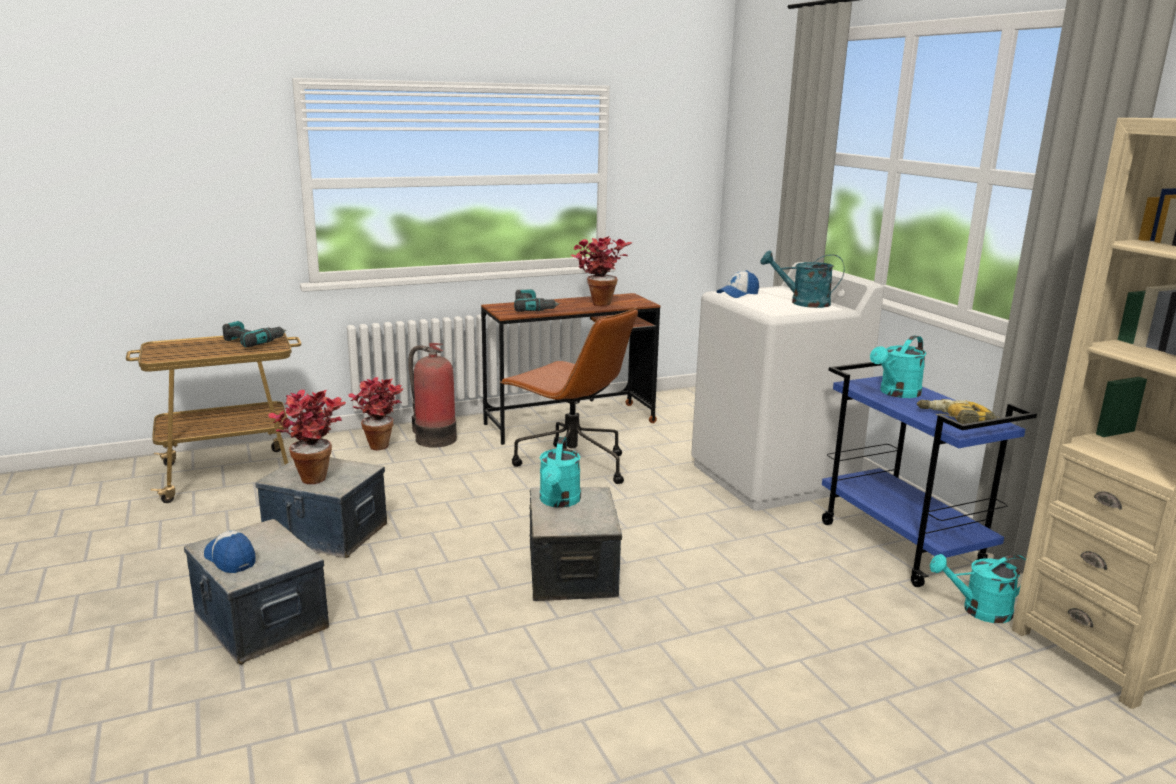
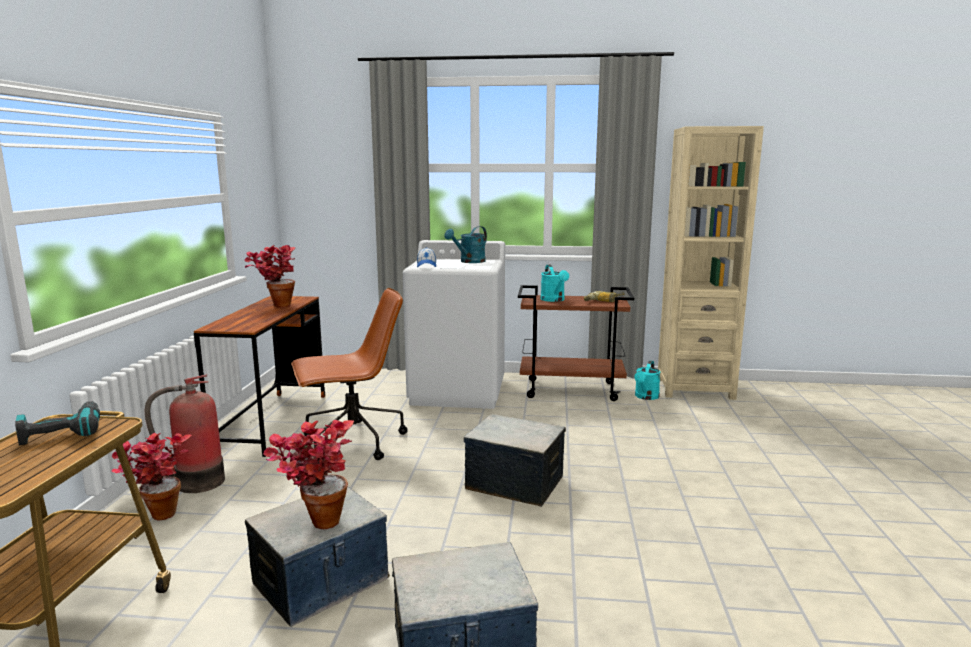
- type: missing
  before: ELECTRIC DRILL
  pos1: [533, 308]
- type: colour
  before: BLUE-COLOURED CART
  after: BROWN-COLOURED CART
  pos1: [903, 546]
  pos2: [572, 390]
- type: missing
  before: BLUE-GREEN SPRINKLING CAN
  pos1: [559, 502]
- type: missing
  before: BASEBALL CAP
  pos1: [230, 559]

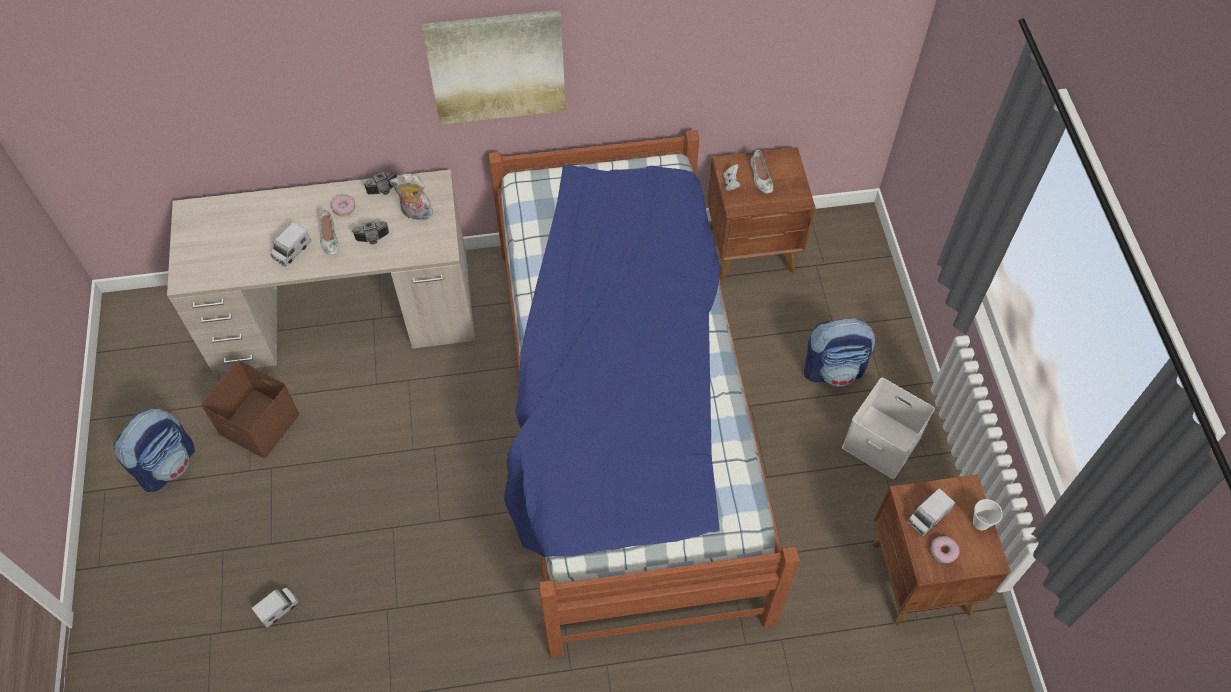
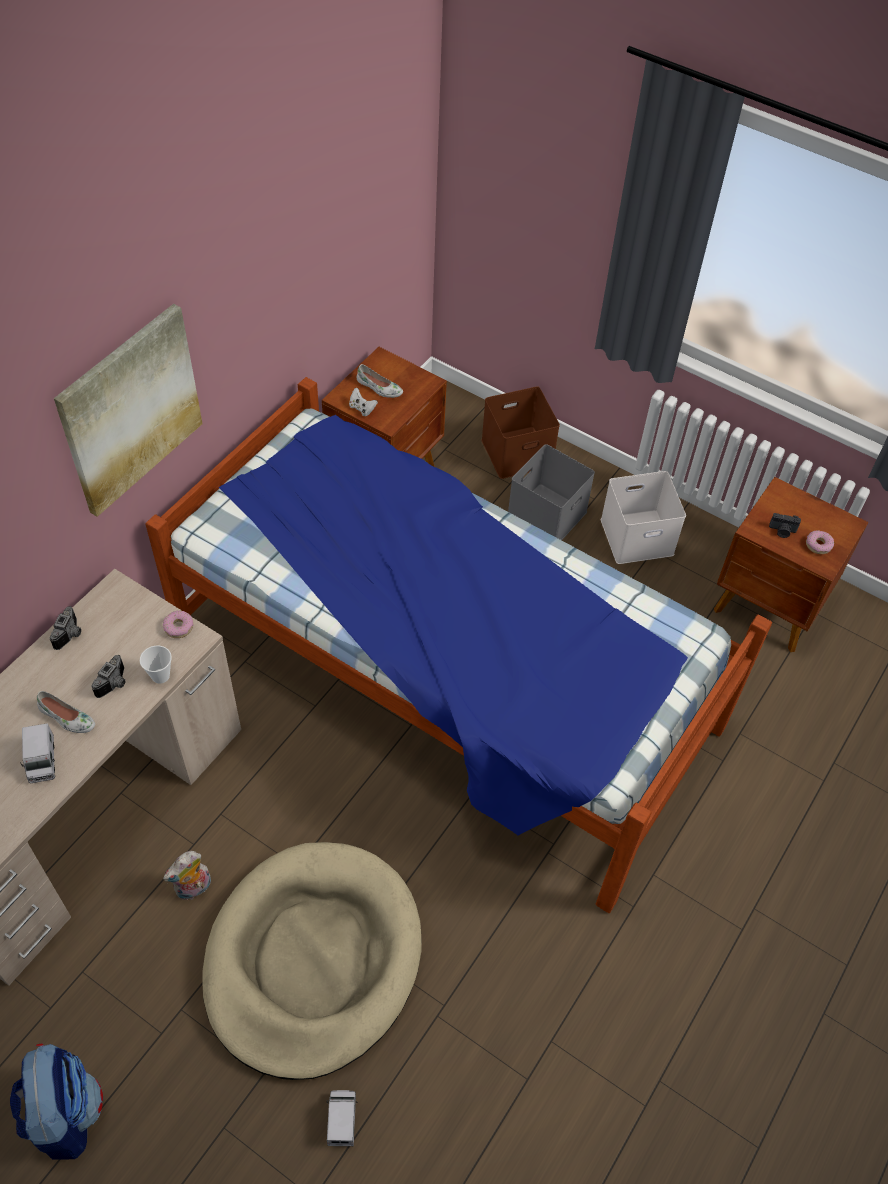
- type: relocated
  before: PLUSH TOY
  pos1: [415, 214]
  pos2: [193, 889]
- type: relocated
  before: DONUT
  pos1: [344, 208]
  pos2: [178, 627]
- type: exchanged
  before: RUCKSACK
  after: GRAY STORAGE BIN
  pos1: [834, 369]
  pos2: [546, 513]
- type: relocated
  before: BROWN-COLOURED STORAGE BIN
  pos1: [261, 422]
  pos2: [517, 451]
- type: exchanged
  before: TOY TRUCK
  after: PHOTO CAMERA
  pos1: [928, 517]
  pos2: [782, 531]
- type: relocated
  before: DRINKING CUP
  pos1: [980, 523]
  pos2: [160, 676]
- type: appeared
  after: BEIGE-COLOURED DOG CUSHION
  pos2: [313, 960]

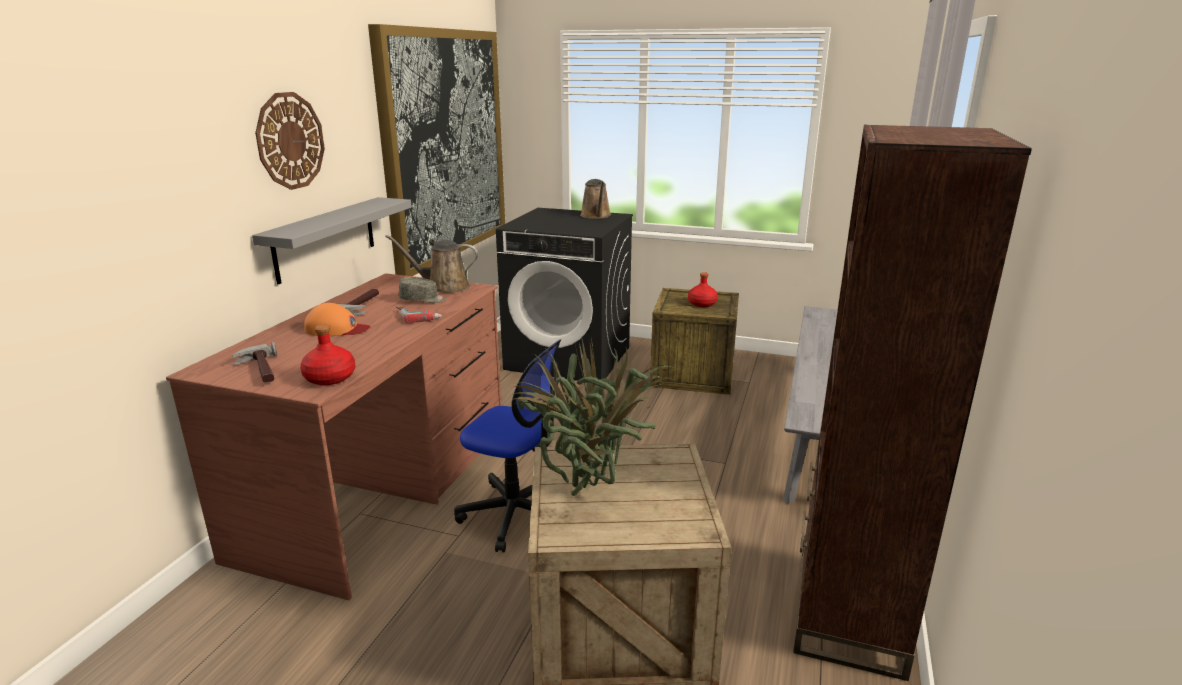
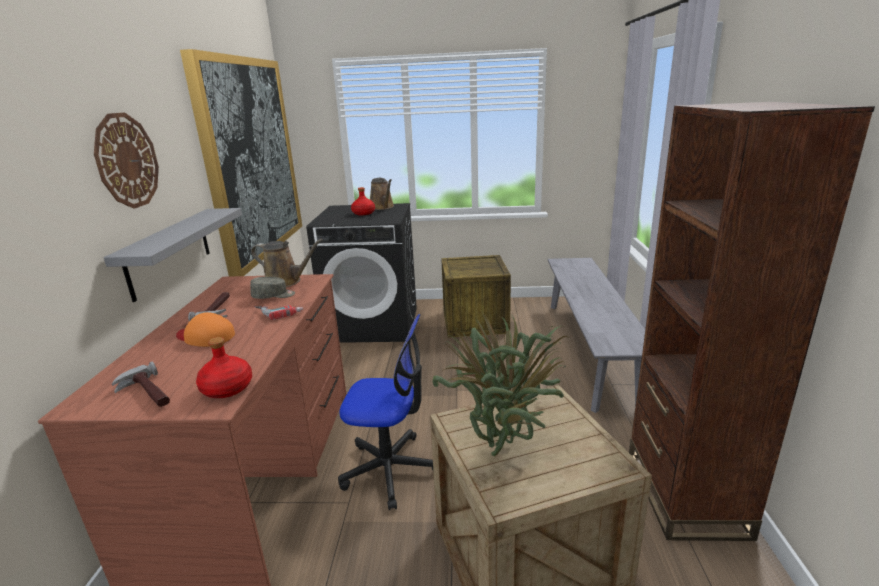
- type: spun
  before: BROWN-COLOURED SPRINKLING CAN
  pos1: [444, 287]
  pos2: [285, 282]
  turn: -150
- type: relocated
  before: RED DRINK BOTTLE
  pos1: [702, 304]
  pos2: [363, 213]
- type: spun
  before: ORANGEY BASEBALL CAP
  pos1: [336, 329]
  pos2: [205, 336]
  turn: -150

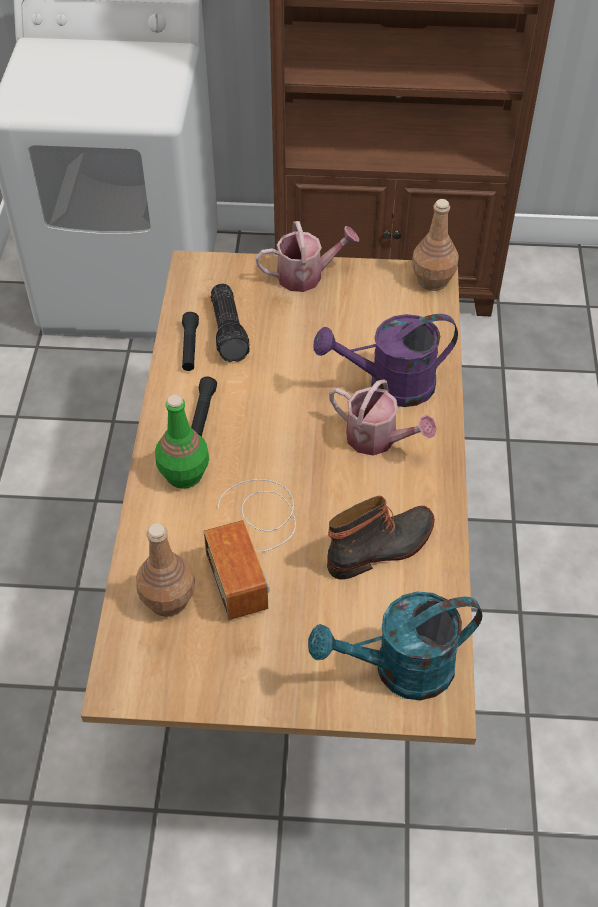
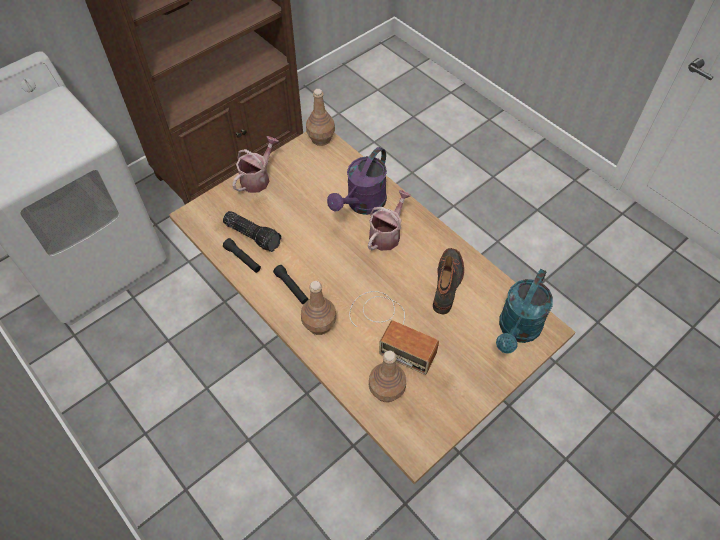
- type: spun
  before: SPRINKLING CAN
  pos1: [378, 439]
  pos2: [387, 234]
  turn: -45
- type: colour
  before: GREEN-COLOURED DRINK BOTTLE
  after: BROWN-COLOURED DRINK BOTTLE
  pos1: [183, 474]
  pos2: [319, 325]

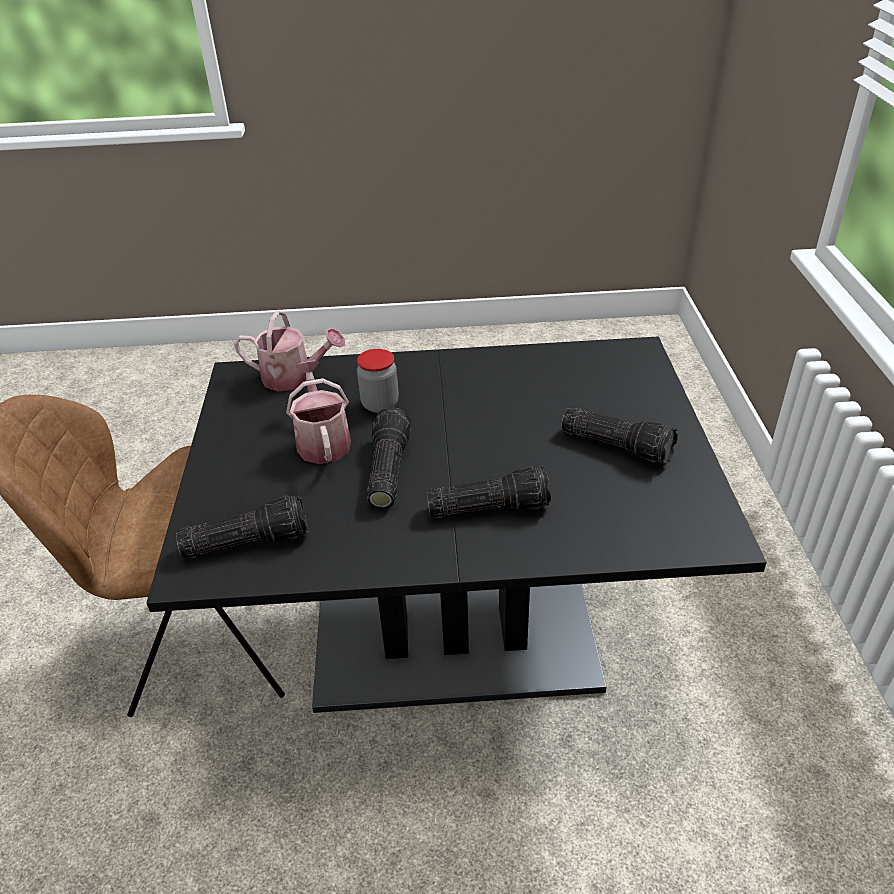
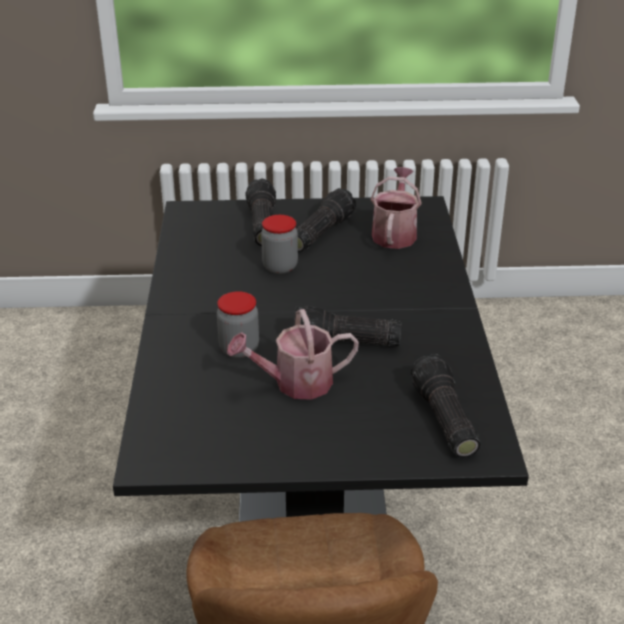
- type: relocated
  before: SPRINKLING CAN
  pos1: [294, 377]
  pos2: [395, 233]
- type: relocated
  before: TORCH
  pos1: [489, 506]
  pos2: [261, 224]
- type: appeared
  after: STORAGE JAR
  pos2: [280, 267]

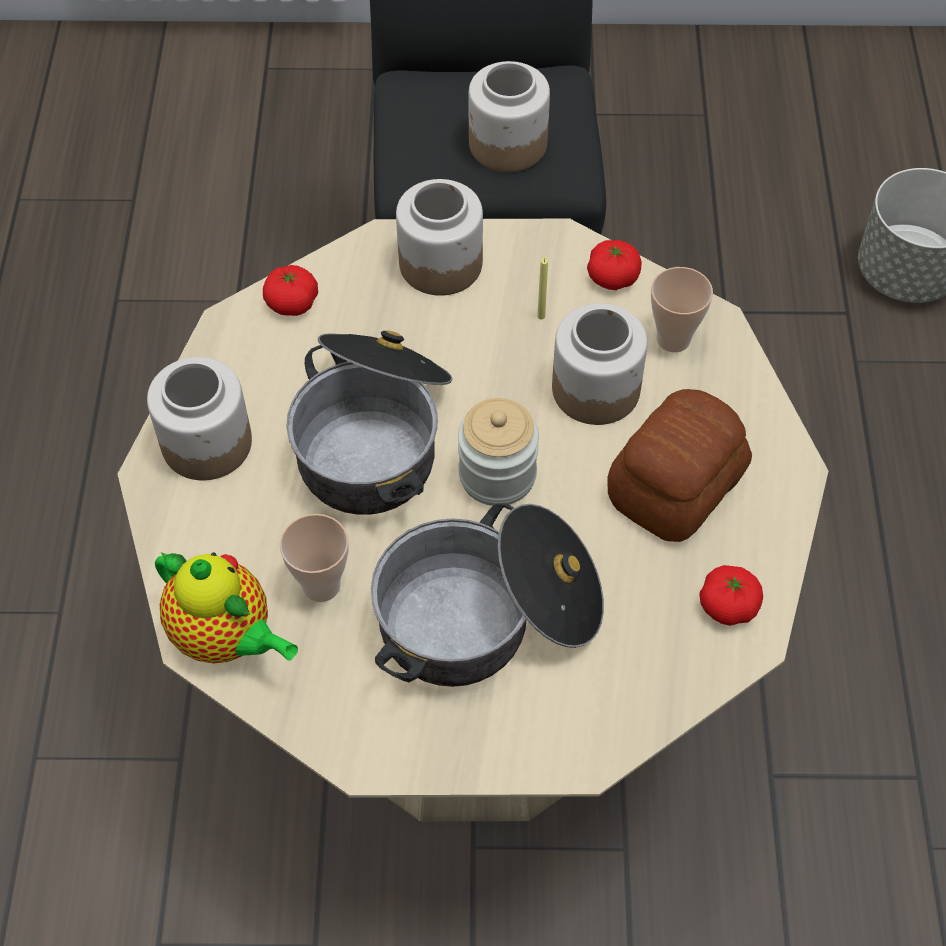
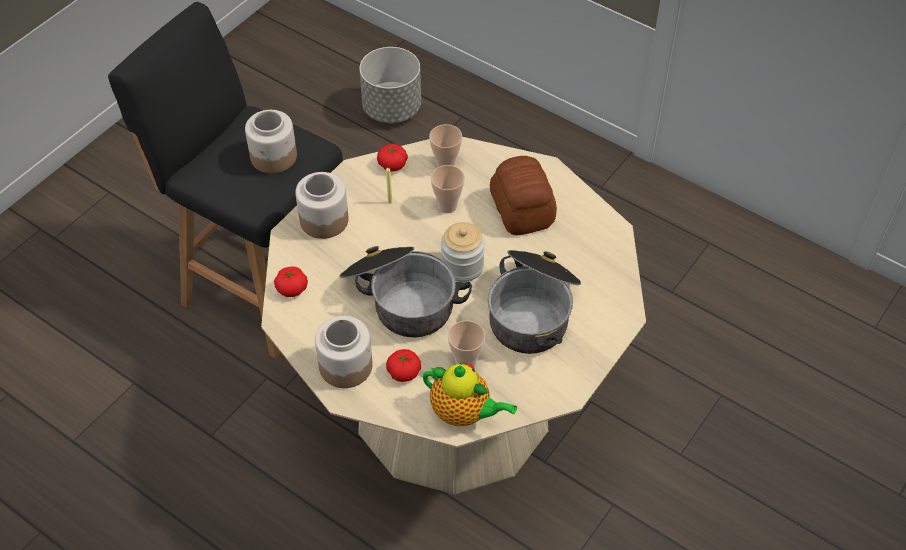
- type: exchanged
  before: STORAGE JAR
  after: DRINKING CUP
  pos1: [596, 388]
  pos2: [447, 206]
- type: spun
  before: TEA POT
  pos1: [227, 637]
  pos2: [464, 413]
  turn: 45
- type: relocated
  before: WHOLE TOMATO
  pos1: [728, 606]
  pos2: [404, 372]

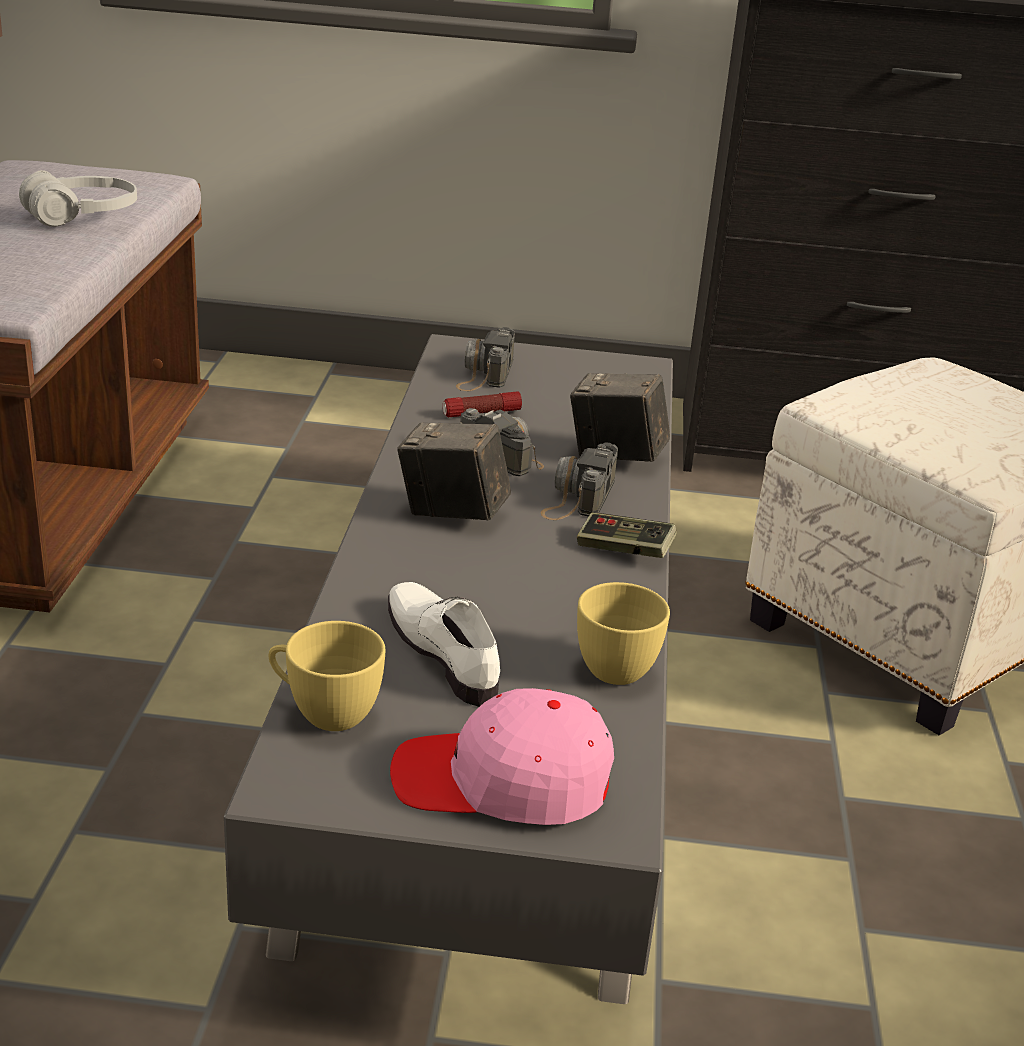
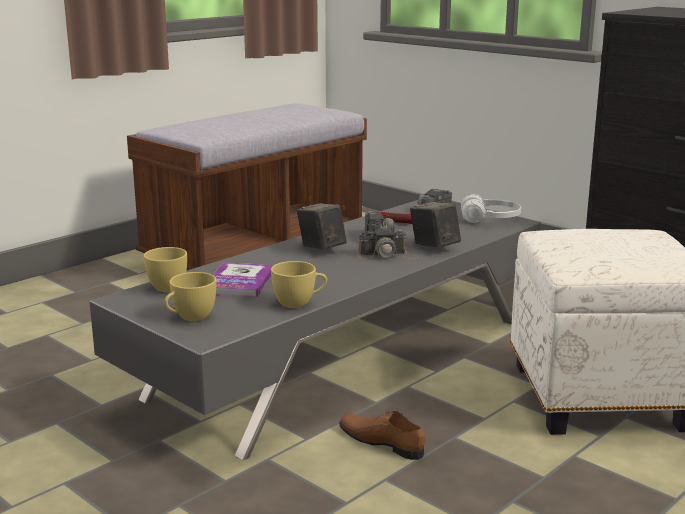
- type: relocated
  before: WHITISH HEADSET
  pos1: [82, 216]
  pos2: [490, 220]
- type: spun
  before: PHOTO CAMERA
  pos1: [578, 497]
  pos2: [387, 255]
  turn: -150
- type: missing
  before: JOYPAD
  pos1: [624, 550]
- type: exchanged
  before: WHITISH SHOE
  after: BOUND BOOK
  pos1: [445, 649]
  pos2: [239, 282]
- type: exchanged
  before: PINKISH BASEBALL CAP
  after: YELLOWISH DRINKING CUP
  pos1: [502, 782]
  pos2: [190, 318]
- type: appeared
  after: BROWN-COLOURED SHOE
  pos2: [382, 440]

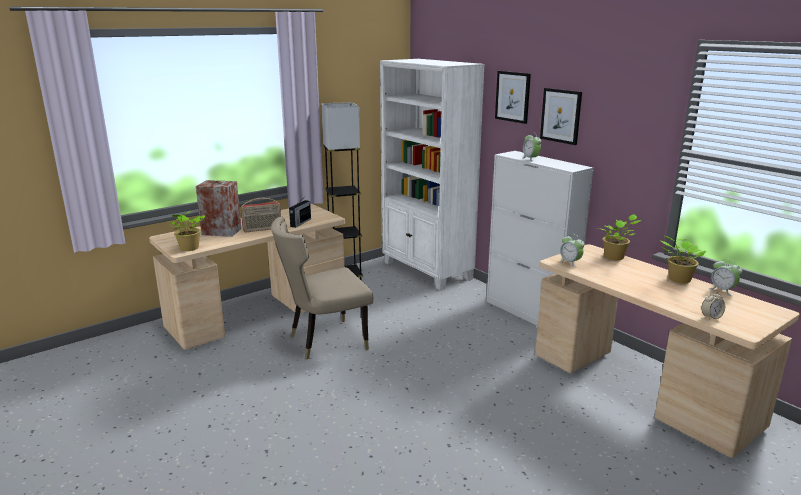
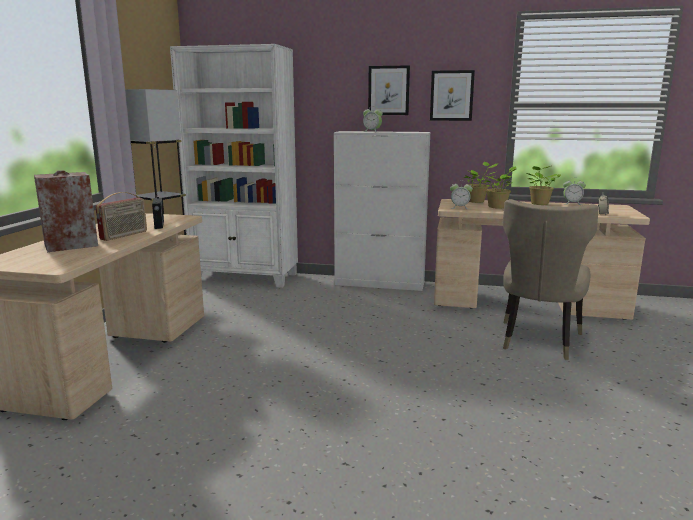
- type: relocated
  before: PICTURE
  pos1: [512, 96]
  pos2: [451, 95]
- type: relocated
  before: HOUSEPLANT
  pos1: [189, 249]
  pos2: [498, 207]
- type: relocated
  before: BEIGE-COLOURED CHAIR
  pos1: [324, 341]
  pos2: [537, 341]

